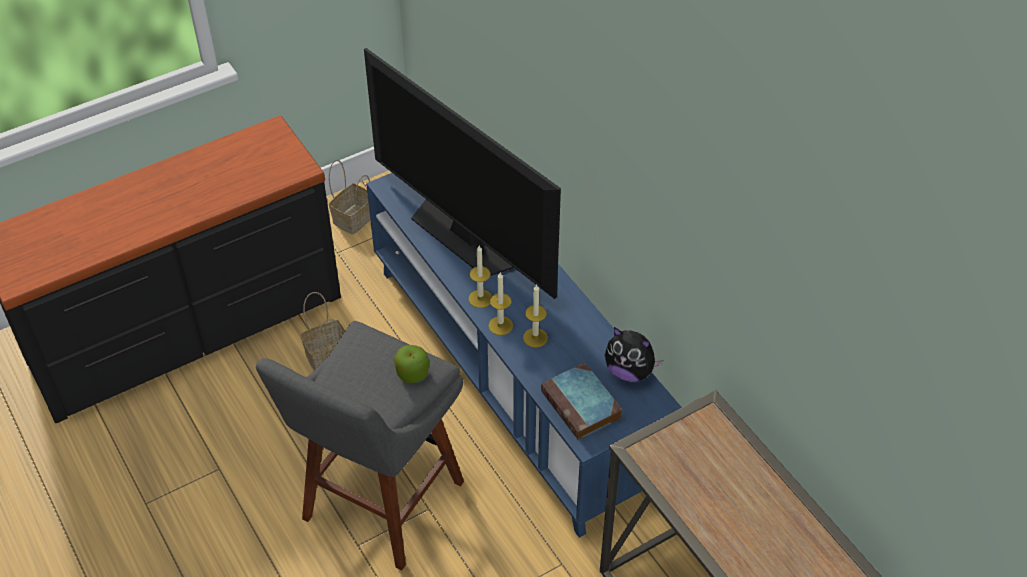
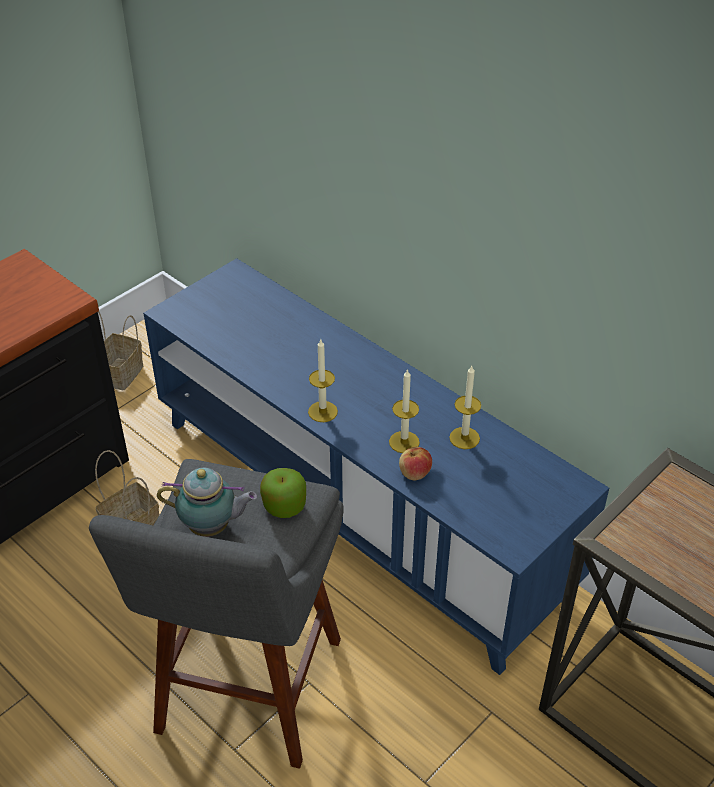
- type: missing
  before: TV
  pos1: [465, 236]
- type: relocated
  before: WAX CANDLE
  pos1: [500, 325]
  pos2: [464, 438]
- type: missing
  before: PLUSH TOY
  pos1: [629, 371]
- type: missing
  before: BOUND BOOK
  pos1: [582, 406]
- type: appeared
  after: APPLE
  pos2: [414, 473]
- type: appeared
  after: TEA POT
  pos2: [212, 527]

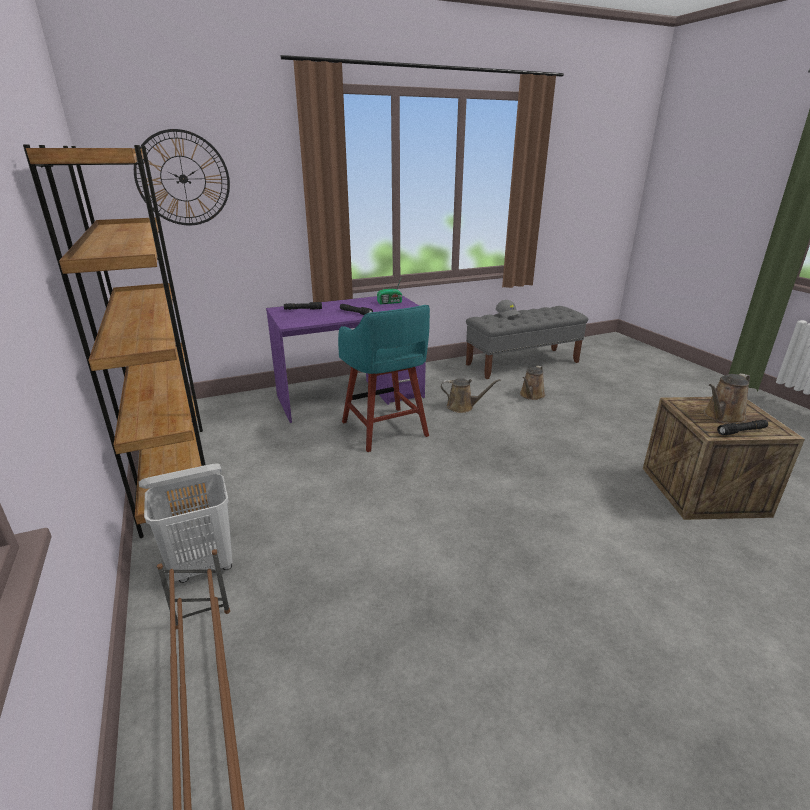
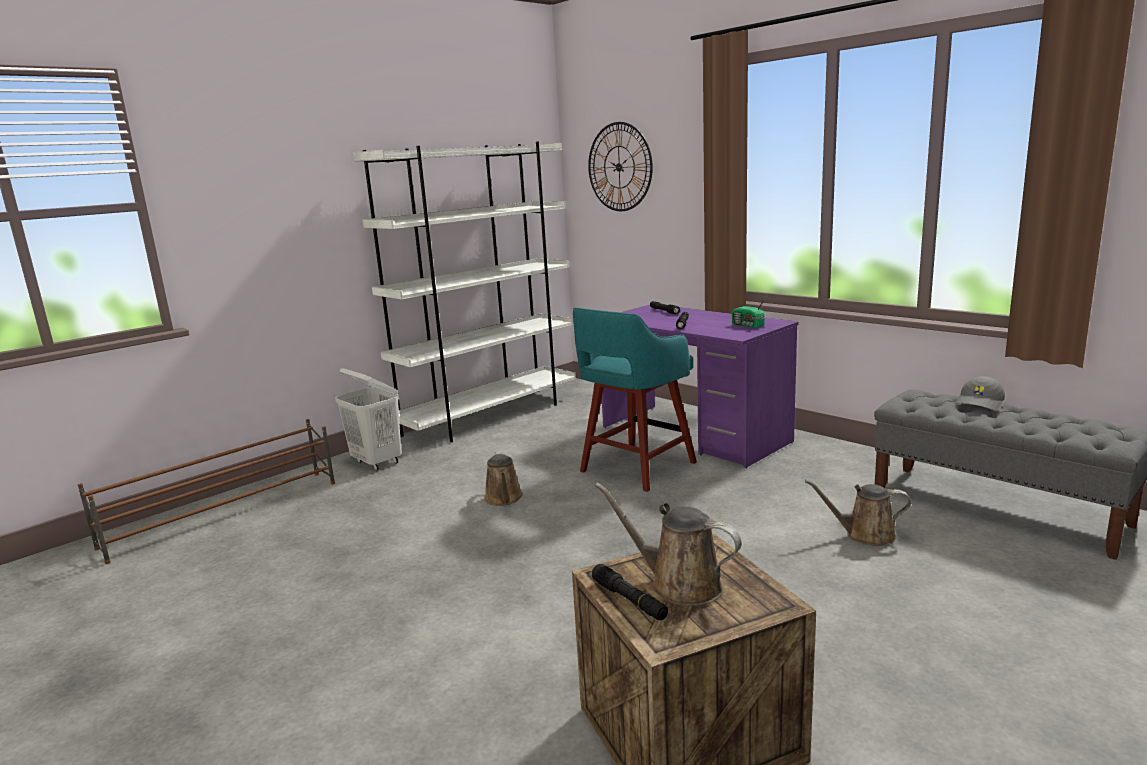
- type: colour
  before: BROWN-COLOURED SHELVING UNIT
  after: WHITISH SHELVING UNIT
  pos1: [175, 469]
  pos2: [490, 416]
- type: relocated
  before: BROWN-COLOURED SPRINKLING CAN
  pos1: [463, 407]
  pos2: [504, 499]

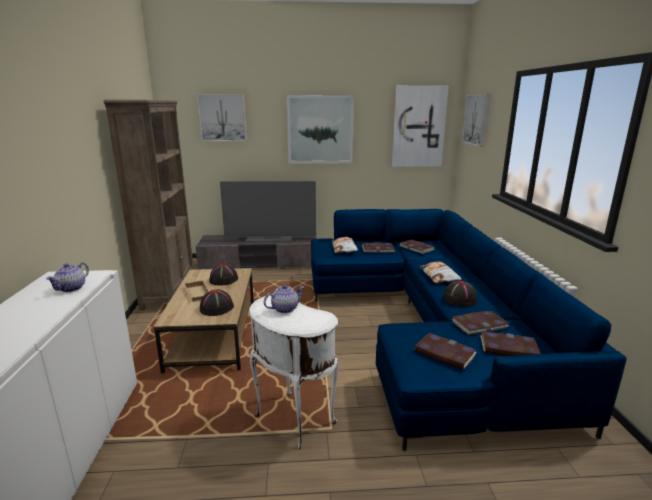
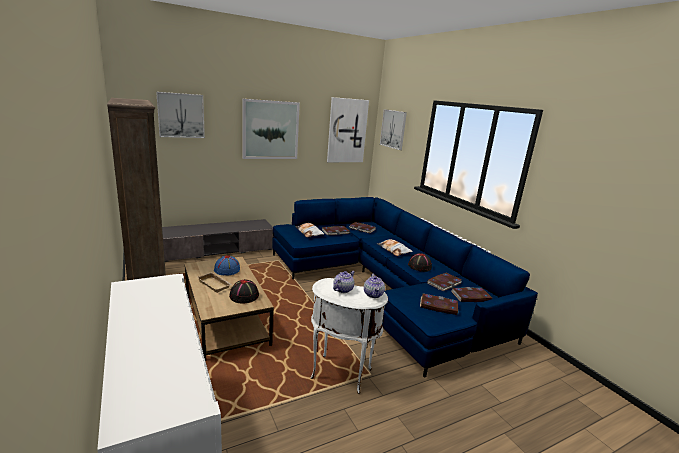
- type: missing
  before: TV
  pos1: [270, 238]
- type: relocated
  before: TEA POT
  pos1: [71, 288]
  pos2: [373, 294]
- type: colour
  before: BLACK CLOTHING HAT
  after: BLUE-COLOURED CLOTHING HAT
  pos1: [223, 280]
  pos2: [227, 270]

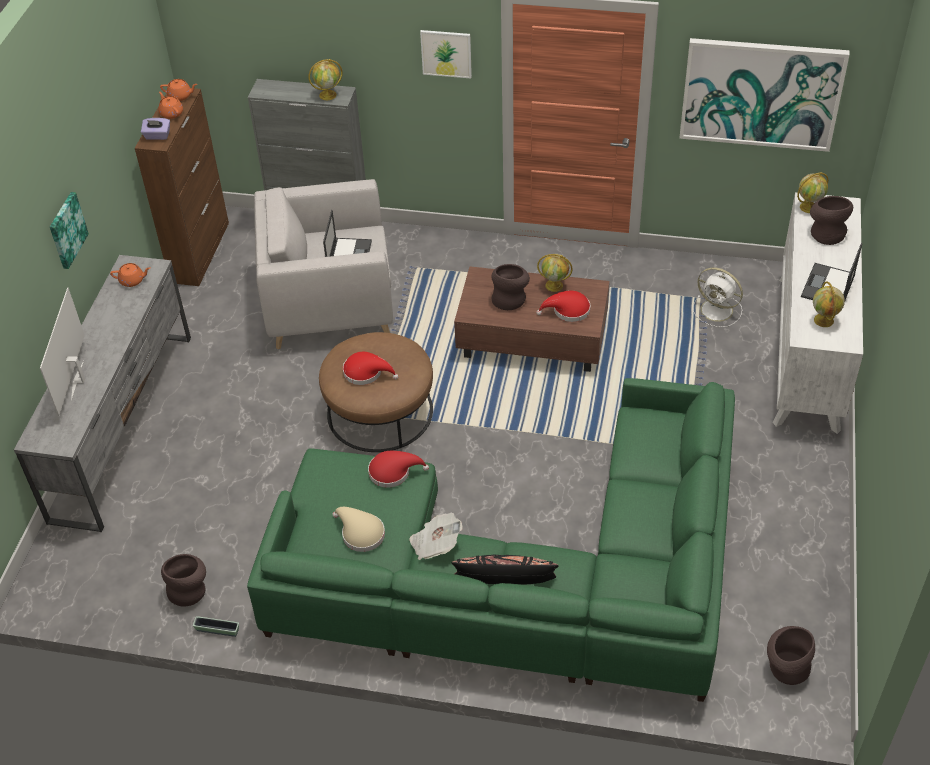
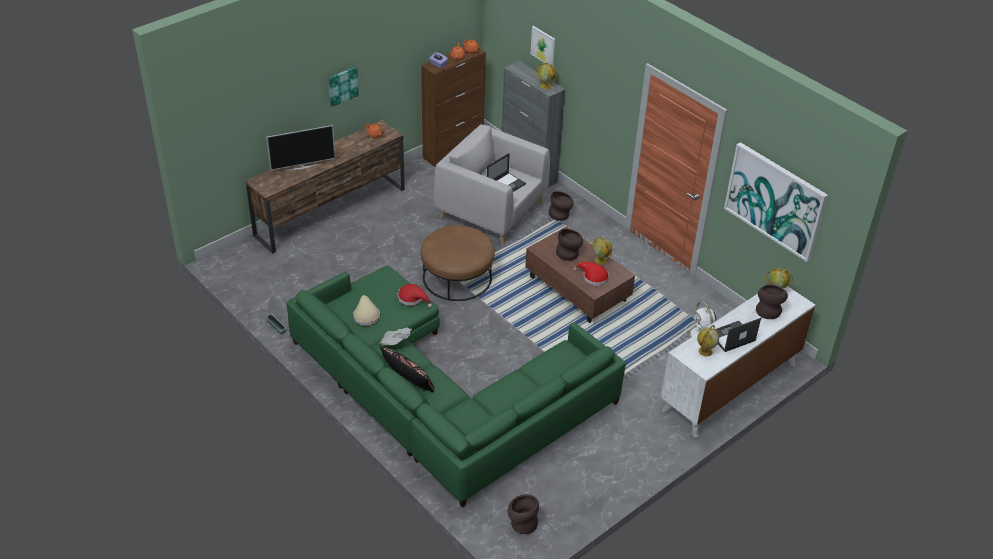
- type: relocated
  before: PICTURE
  pos1: [446, 53]
  pos2: [543, 46]
- type: colour
  before: GRAY TV UNIT
  after: BROWN-COLOURED TV UNIT
  pos1: [124, 424]
  pos2: [331, 212]
- type: spun
  before: TV
  pos1: [79, 381]
  pos2: [302, 167]
  turn: -150
- type: missing
  before: RED CLOTHING HAT
  pos1: [366, 372]
- type: relocated
  before: BROWN-COLOURED FLOWER VASE
  pos1: [189, 590]
  pos2: [560, 214]

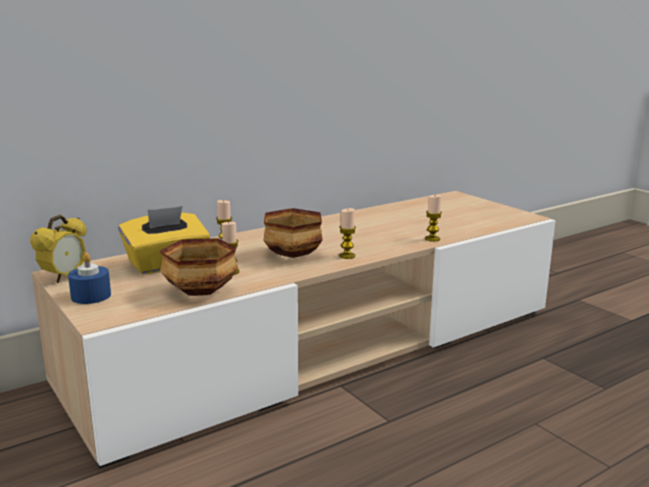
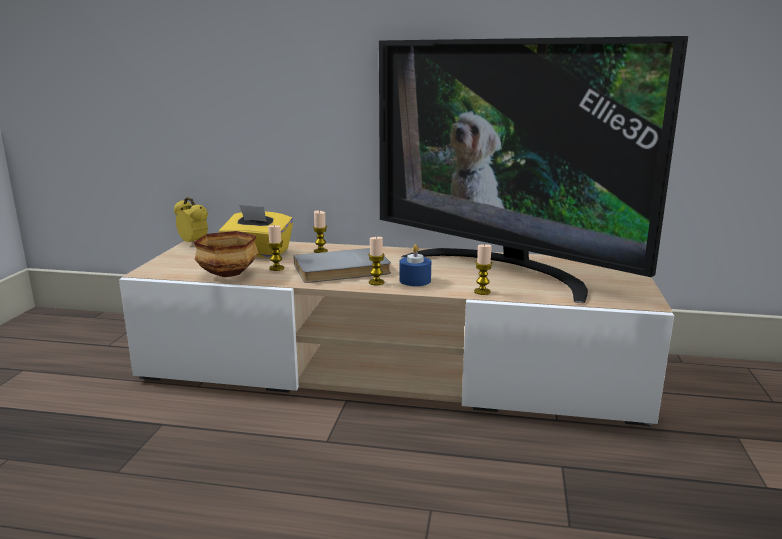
- type: exchanged
  before: DEEP DISH
  after: GRAY BOUND BOOK
  pos1: [292, 255]
  pos2: [342, 270]
- type: spun
  before: ALARM CLOCK
  pos1: [64, 278]
  pos2: [194, 244]
  turn: -120
- type: relocated
  before: BLUE-COLOURED WAX CANDLE
  pos1: [91, 296]
  pos2: [415, 280]
- type: appeared
  after: TV
  pos2: [503, 269]

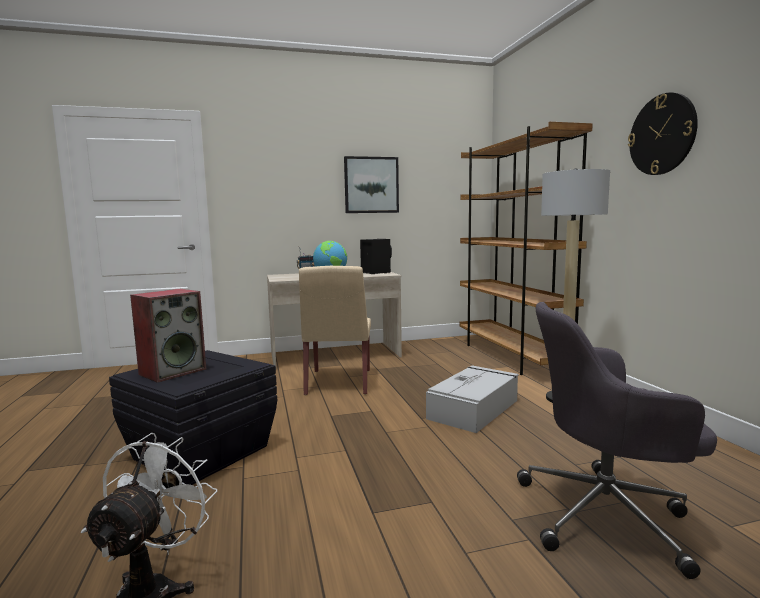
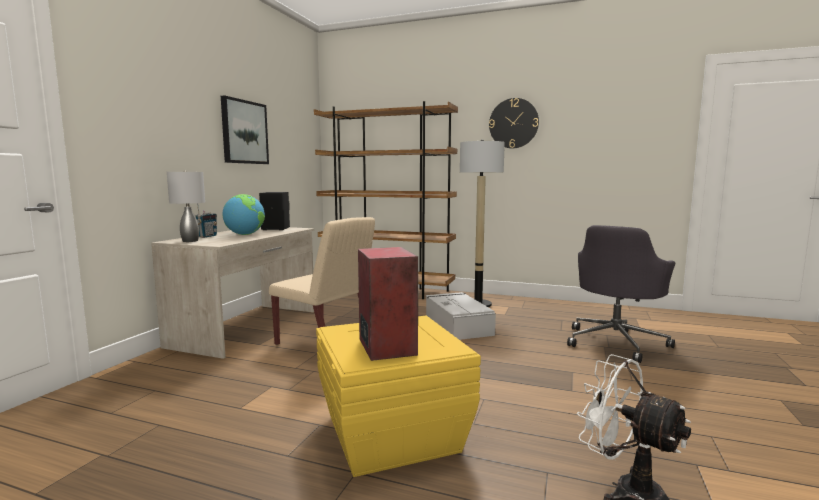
- type: colour
  before: BLACK STORAGE BIN
  after: YELLOWISH STORAGE BIN
  pos1: [201, 451]
  pos2: [390, 433]
- type: appeared
  after: GRAY LAMP FOR A TABLE
  pos2: [190, 241]

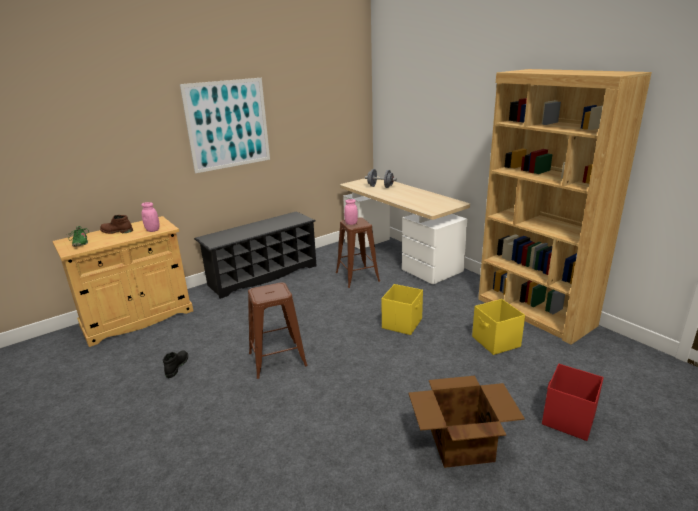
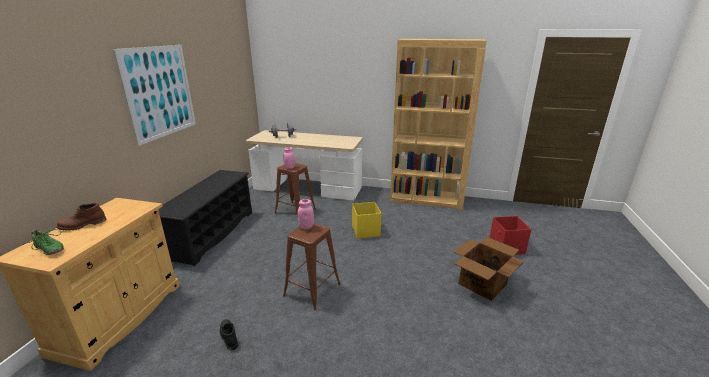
- type: relocated
  before: PINKISH STORAGE JAR
  pos1: [153, 230]
  pos2: [306, 227]
- type: missing
  before: YELLOWISH STORAGE BIN
  pos1: [496, 342]

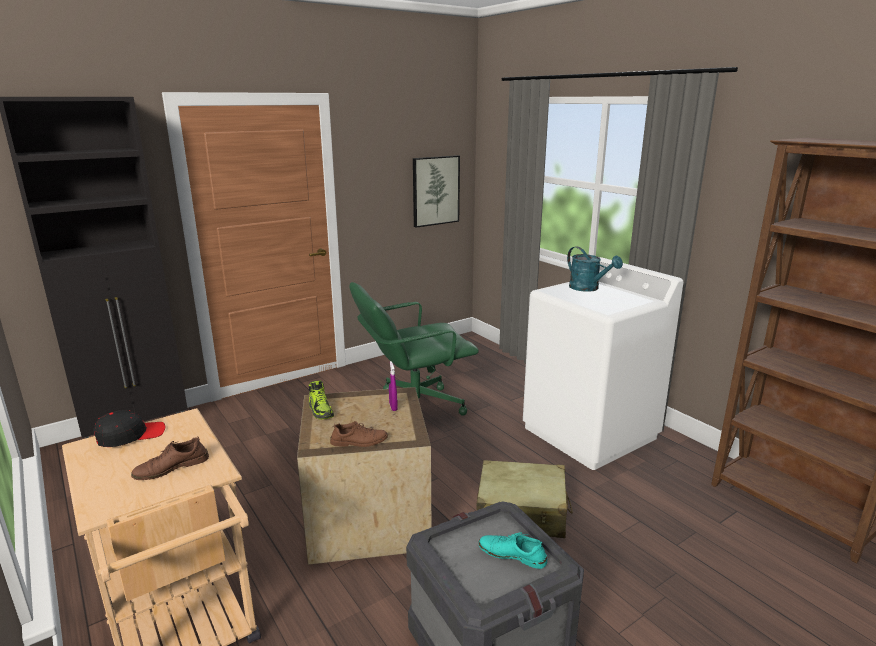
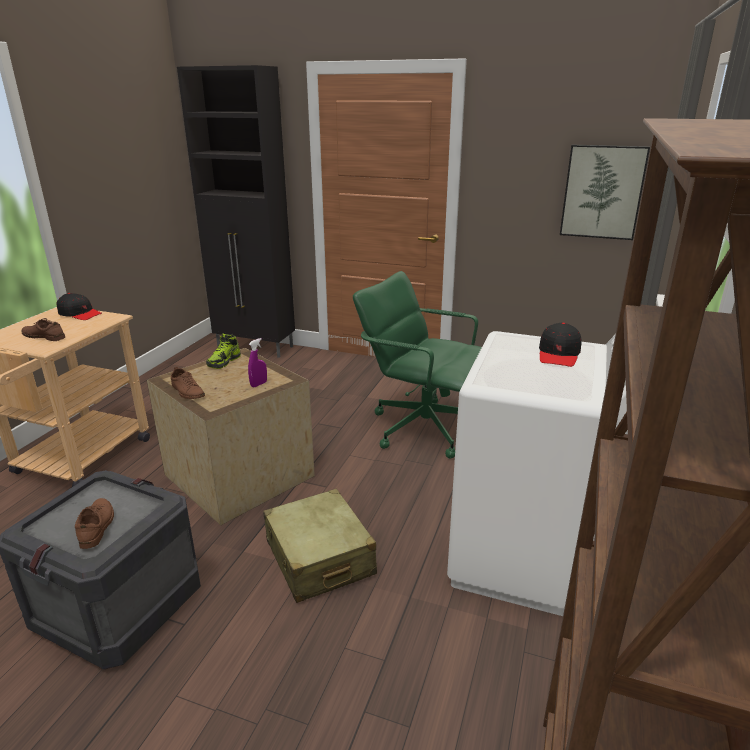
- type: exchanged
  before: BLUE-GREEN SPRINKLING CAN
  after: BLACK BASEBALL CAP
  pos1: [588, 288]
  pos2: [559, 354]
- type: colour
  before: BLUE-GREEN SHOE
  after: BROWN-COLOURED SHOE
  pos1: [512, 554]
  pos2: [97, 526]

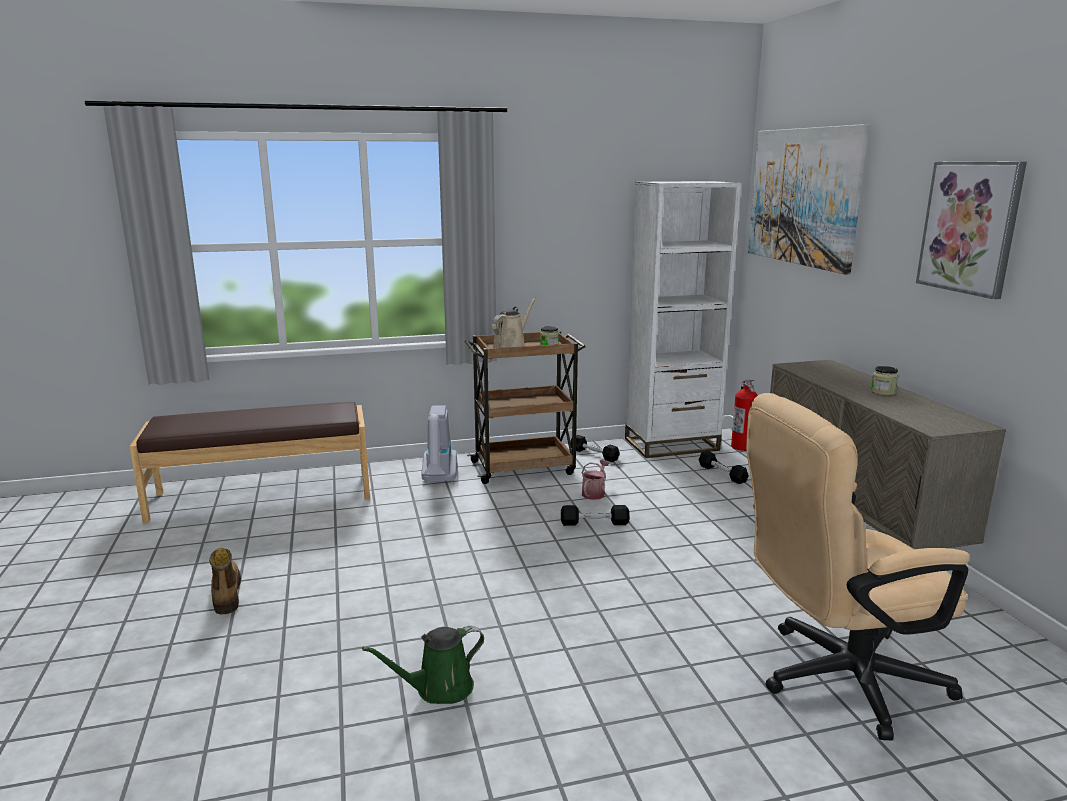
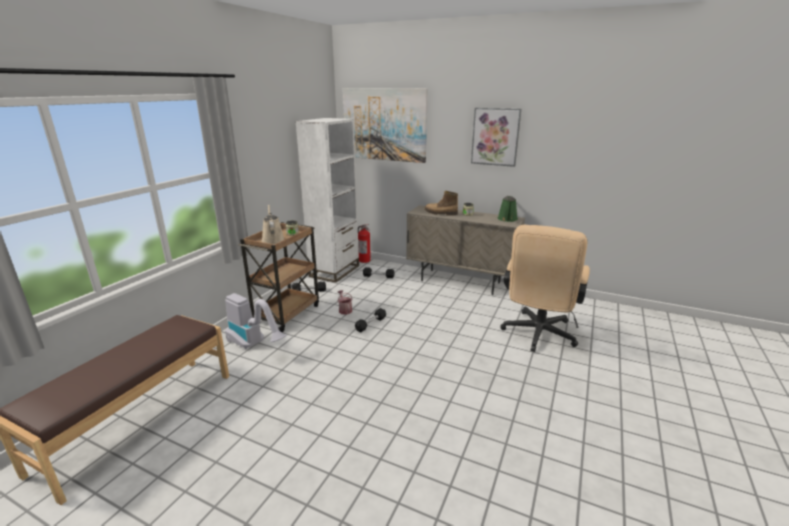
- type: relocated
  before: HIGH-TOP BOOT
  pos1: [226, 594]
  pos2: [440, 213]
- type: relocated
  before: GREEN-COLOURED SPRINKLING CAN
  pos1: [439, 689]
  pos2: [507, 219]

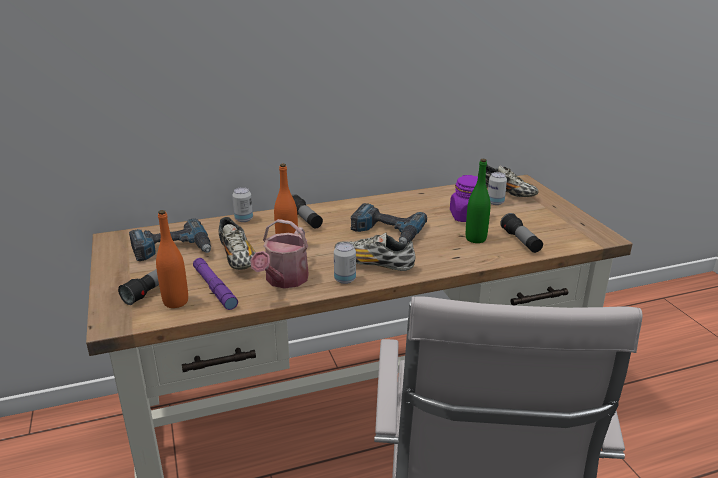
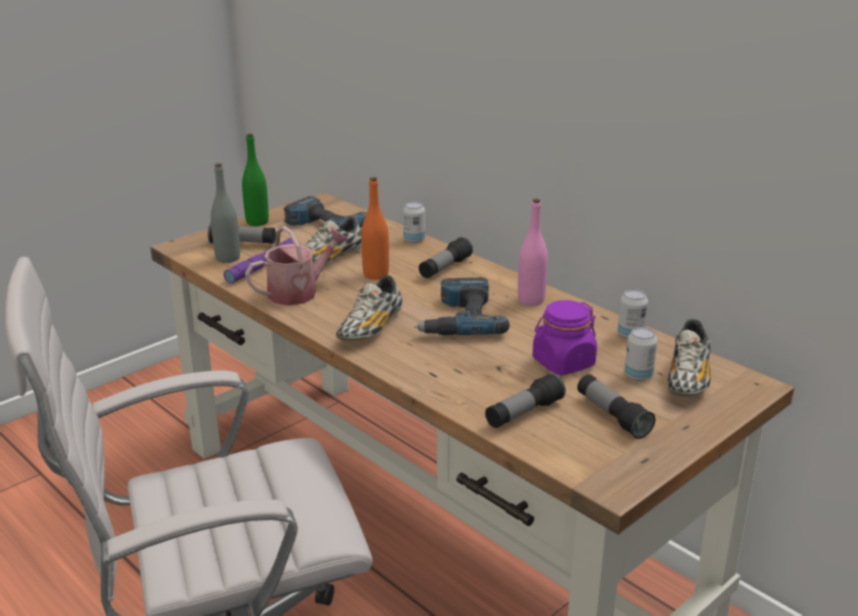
- type: relocated
  before: GREEN-COLOURED DRINK BOTTLE
  pos1: [475, 239]
  pos2: [257, 222]
- type: colour
  before: ORANGEY DRINK BOTTLE
  after: GRAY DRINK BOTTLE
  pos1: [176, 302]
  pos2: [228, 258]
- type: spun
  before: SPRINKLING CAN
  pos1: [284, 280]
  pos2: [299, 292]
  turn: 150
- type: spun
  before: SHOE
  pos1: [374, 264]
  pos2: [371, 328]
  turn: -150
- type: relocated
  before: CAN
  pos1: [345, 279]
  pos2: [630, 335]
- type: appeared
  after: PINKISH DRINK BOTTLE
  pos2: [531, 300]
- type: appeared
  after: TORCH
  pos2: [612, 416]

